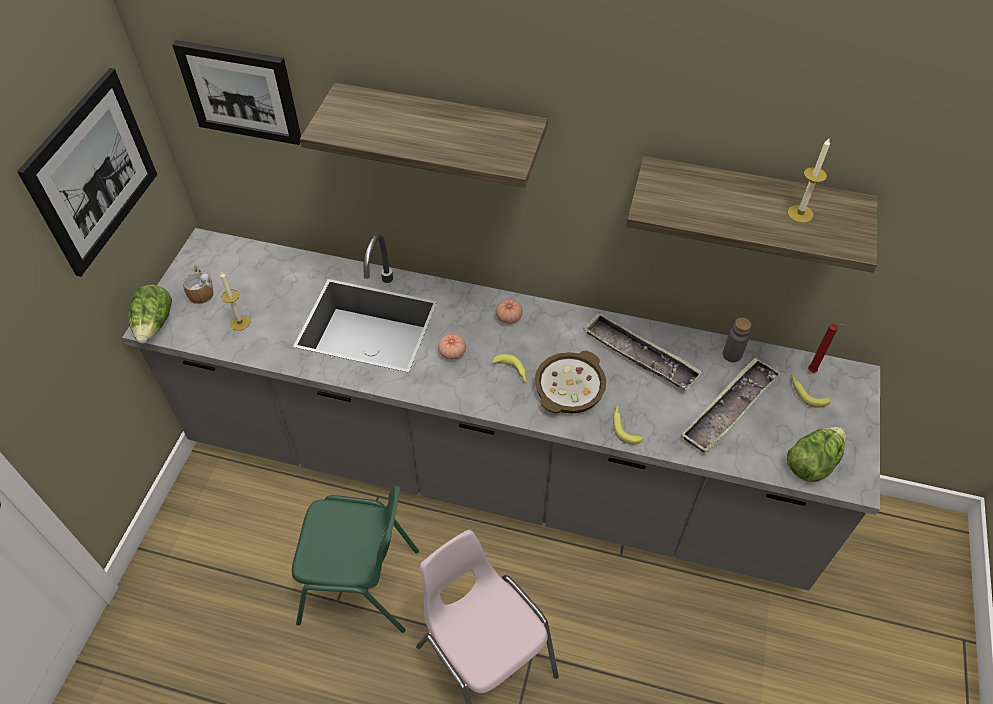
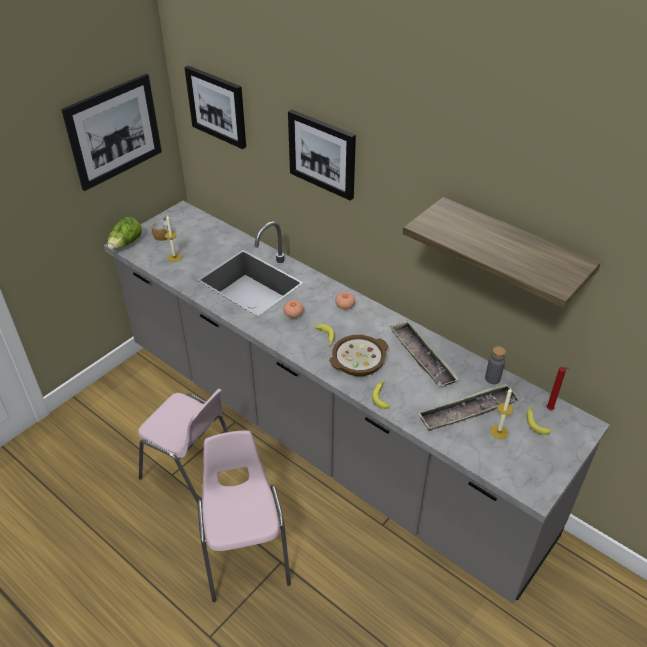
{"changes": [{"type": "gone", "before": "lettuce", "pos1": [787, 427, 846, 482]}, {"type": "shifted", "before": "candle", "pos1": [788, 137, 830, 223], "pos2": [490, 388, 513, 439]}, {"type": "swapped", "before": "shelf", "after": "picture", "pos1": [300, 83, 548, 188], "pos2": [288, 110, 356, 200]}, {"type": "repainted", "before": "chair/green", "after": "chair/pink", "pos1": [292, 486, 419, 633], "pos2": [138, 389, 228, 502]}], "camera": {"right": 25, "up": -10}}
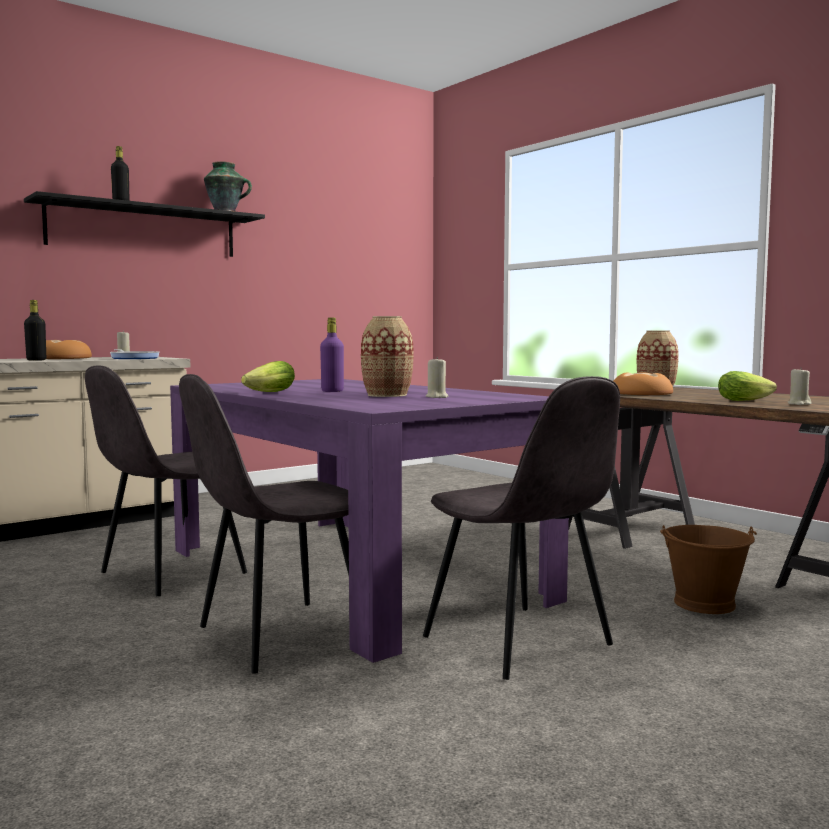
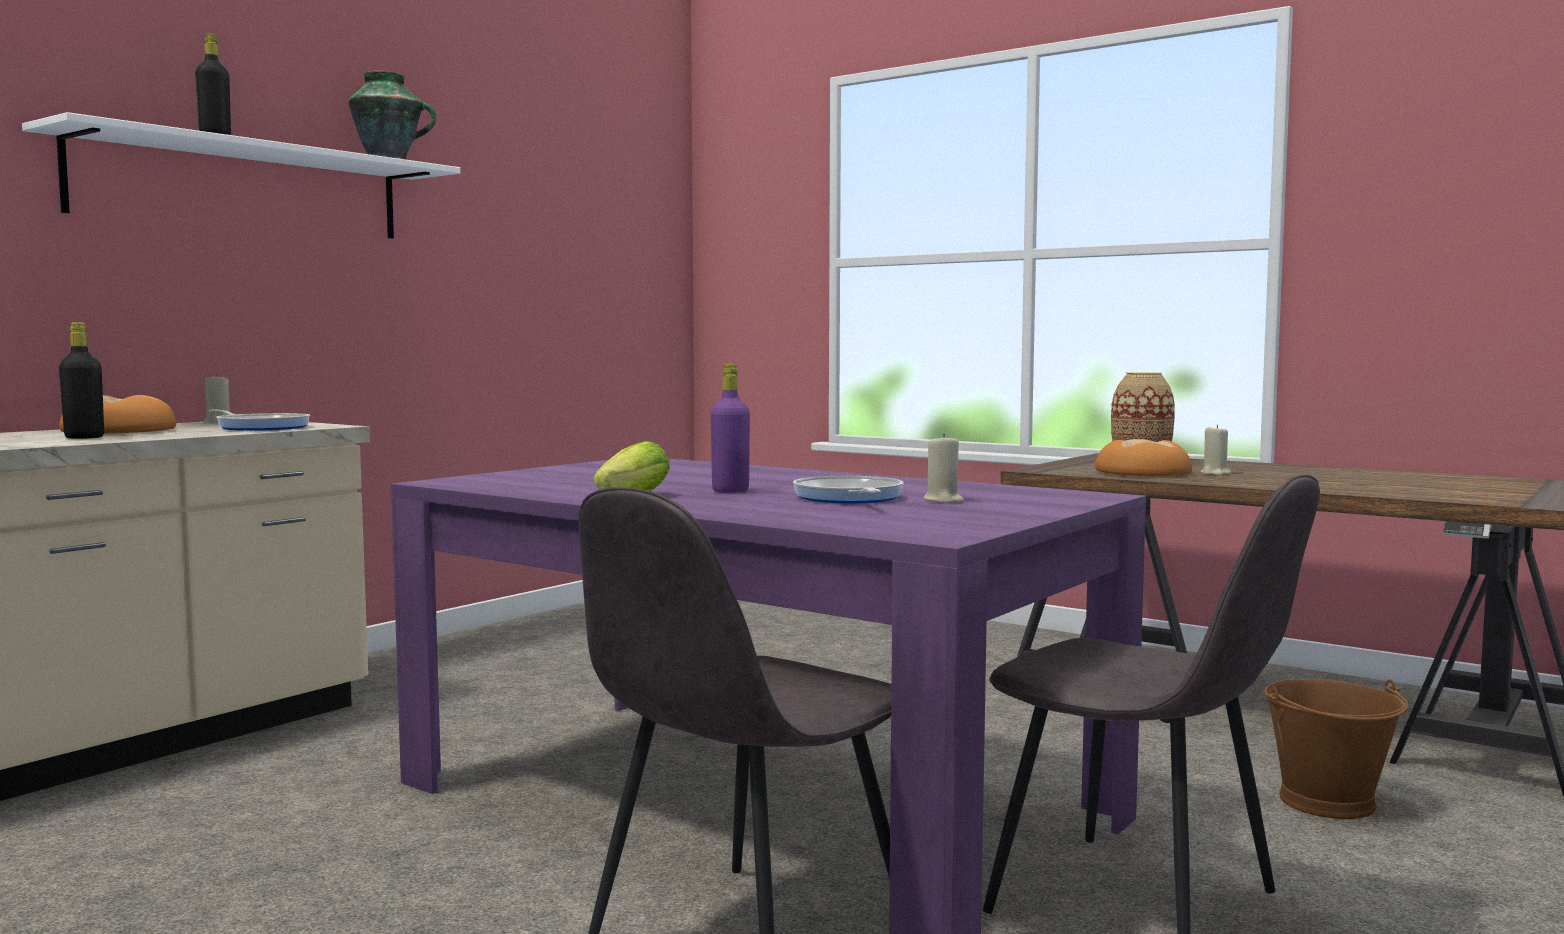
{"changes": [{"type": "gone", "before": "chair/grey", "pos1": [85, 366, 247, 596]}, {"type": "gone", "before": "lettuce", "pos1": [718, 371, 777, 401]}, {"type": "shifted", "before": "candle/beige", "pos1": [787, 368, 812, 405], "pos2": [1200, 425, 1231, 475]}, {"type": "swapped", "before": "vase", "after": "frying pan", "pos1": [361, 316, 414, 397], "pos2": [793, 476, 904, 504]}, {"type": "repainted", "before": "shelf/black", "after": "shelf/white", "pos1": [24, 191, 265, 257], "pos2": [22, 112, 460, 239]}], "camera": {"right": -15, "up": 0}}
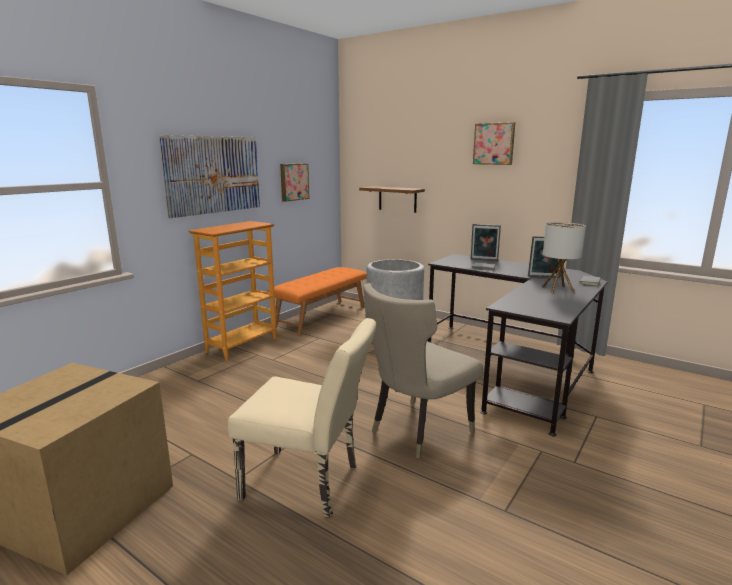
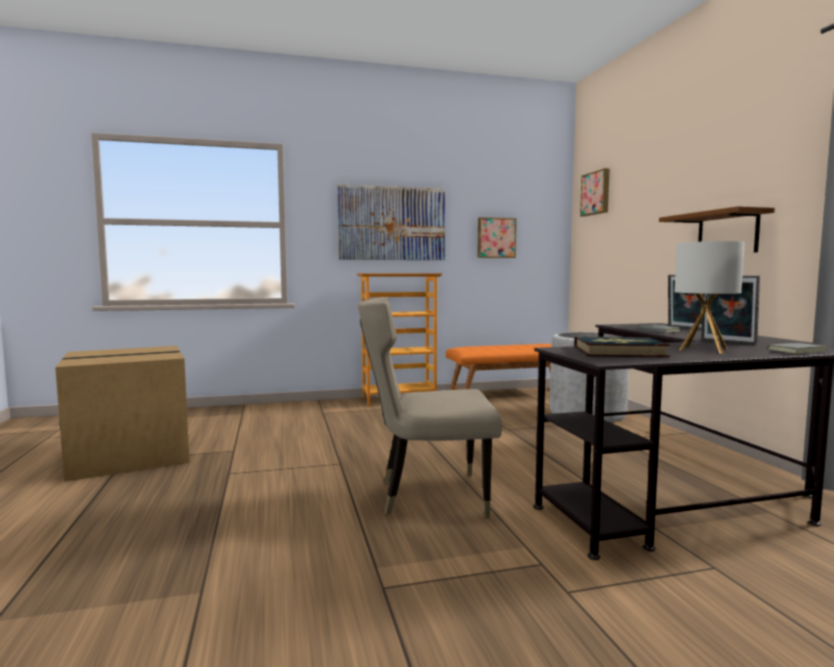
{"changes": [{"type": "gone", "before": "chair/beige", "pos1": [228, 318, 376, 518]}, {"type": "new", "after": "book", "pos2": [574, 336, 671, 357]}, {"type": "shifted", "before": "shelf/brown", "pos1": [359, 186, 425, 213], "pos2": [659, 206, 775, 252]}, {"type": "shifted", "before": "picture", "pos1": [473, 122, 515, 165], "pos2": [580, 168, 610, 216]}], "camera": {"right": 40, "up": -10}}
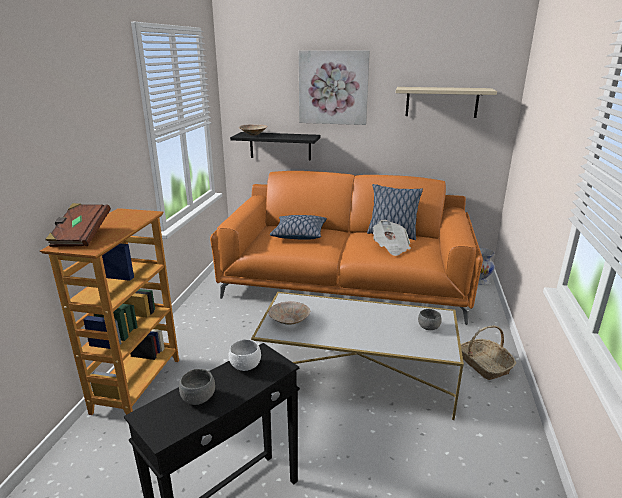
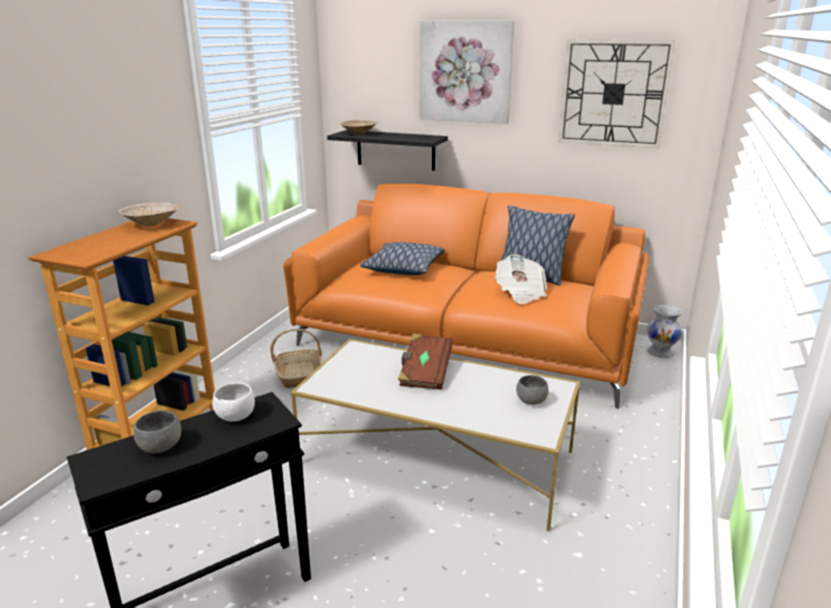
{"changes": [{"type": "shifted", "before": "book/brown", "pos1": [45, 203, 111, 247], "pos2": [398, 334, 453, 390]}, {"type": "shifted", "before": "bowl/beige", "pos1": [268, 301, 310, 325], "pos2": [118, 203, 179, 226]}, {"type": "shifted", "before": "basket", "pos1": [461, 326, 516, 380], "pos2": [270, 329, 322, 388]}, {"type": "swapped", "before": "shelf/beige", "after": "wall clock", "pos1": [396, 87, 497, 118], "pos2": [559, 39, 675, 149]}], "camera": {"right": 10, "up": 0}}
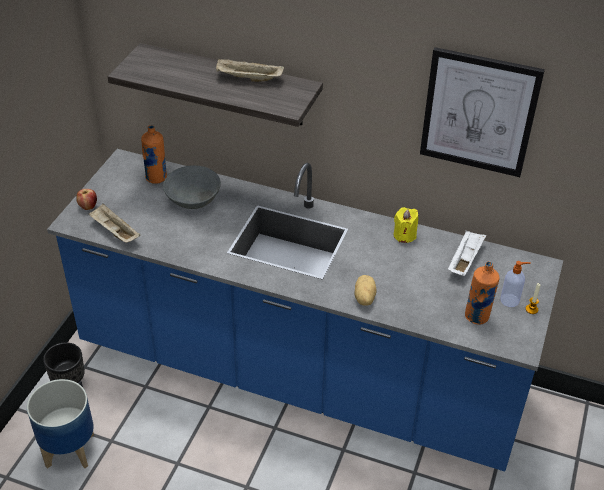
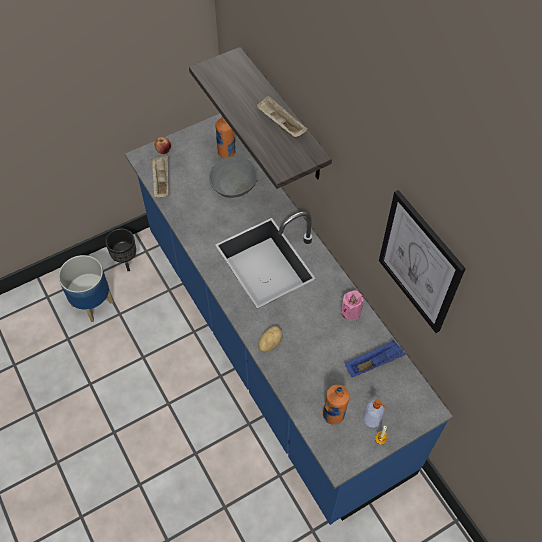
{"changes": [{"type": "repainted", "before": "candle/yellow", "after": "candle/pink", "pos1": [394, 207, 418, 243], "pos2": [341, 290, 364, 320]}, {"type": "repainted", "before": "tray/white", "after": "tray/blue", "pos1": [448, 231, 486, 276], "pos2": [345, 340, 406, 377]}], "camera": {"right": 40, "up": 15}}
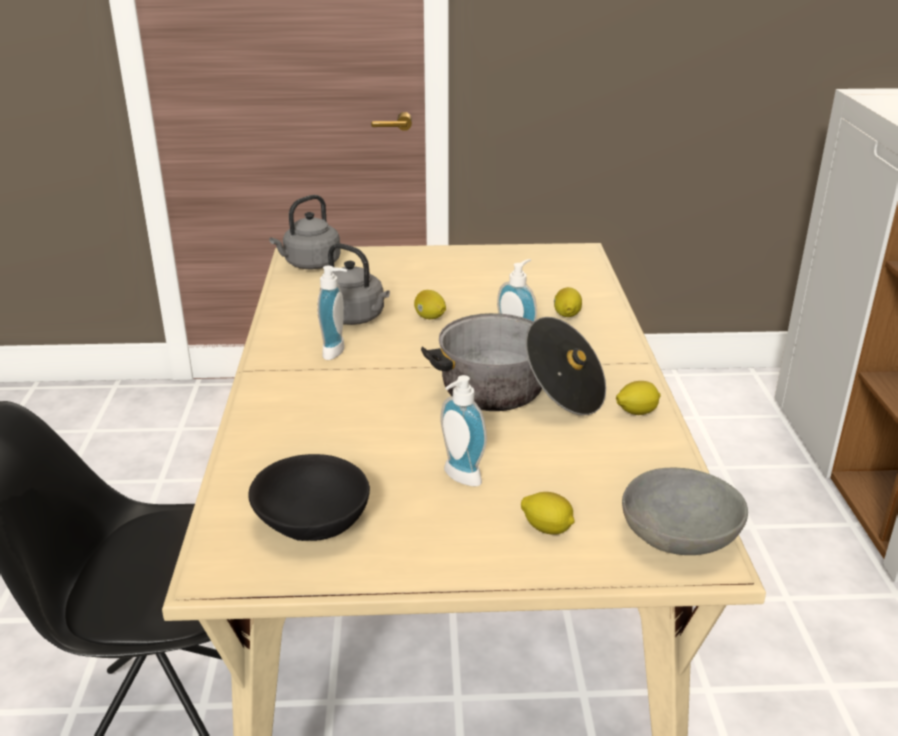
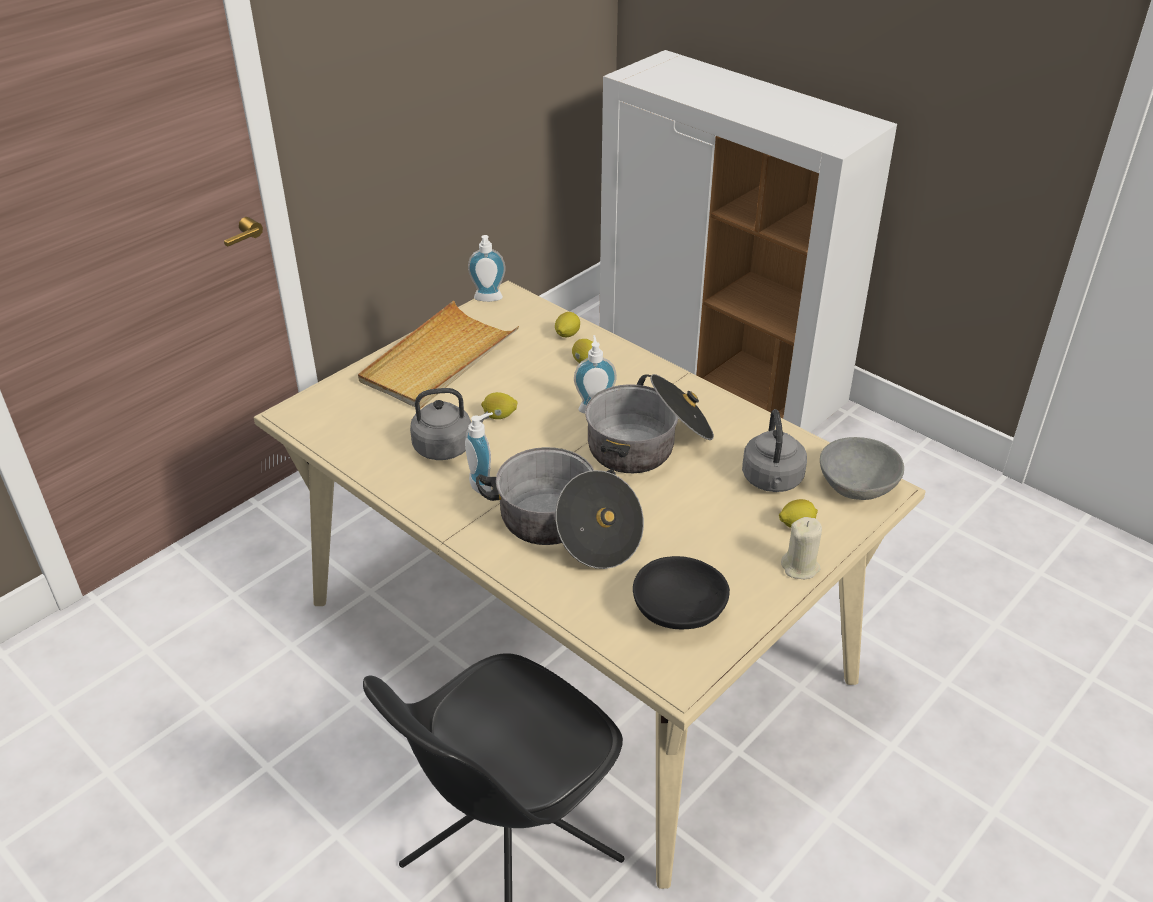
{"changes": [{"type": "new", "after": "tray/beige", "pos2": [358, 301, 519, 409]}, {"type": "new", "after": "cooking pot", "pos2": [476, 447, 644, 569]}, {"type": "new", "after": "candle/beige", "pos2": [781, 517, 822, 579]}, {"type": "shifted", "before": "kettle/grey", "pos1": [269, 195, 341, 269], "pos2": [742, 409, 807, 492]}, {"type": "shifted", "before": "soap dispenser", "pos1": [441, 375, 487, 486], "pos2": [468, 235, 506, 302]}, {"type": "shifted", "before": "lemon", "pos1": [616, 381, 661, 415], "pos2": [555, 312, 580, 337]}], "camera": {"right": -45, "up": 10}}
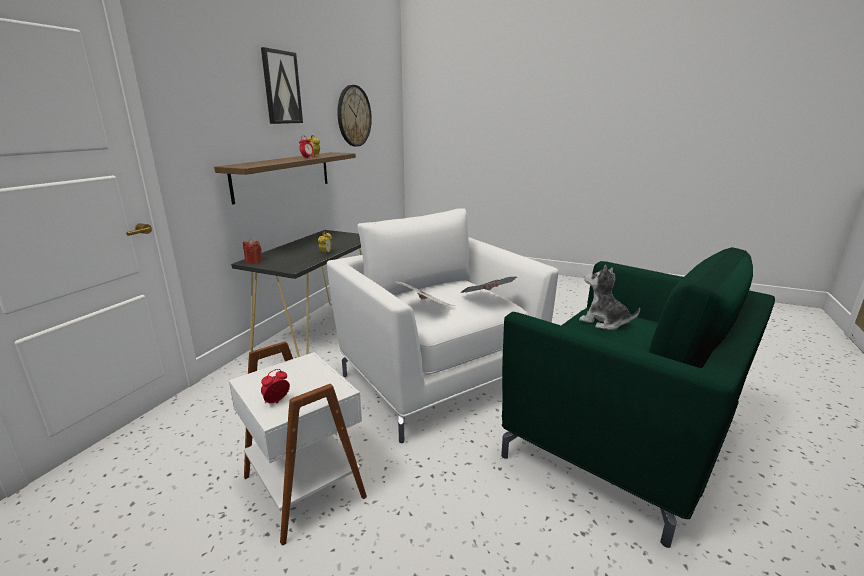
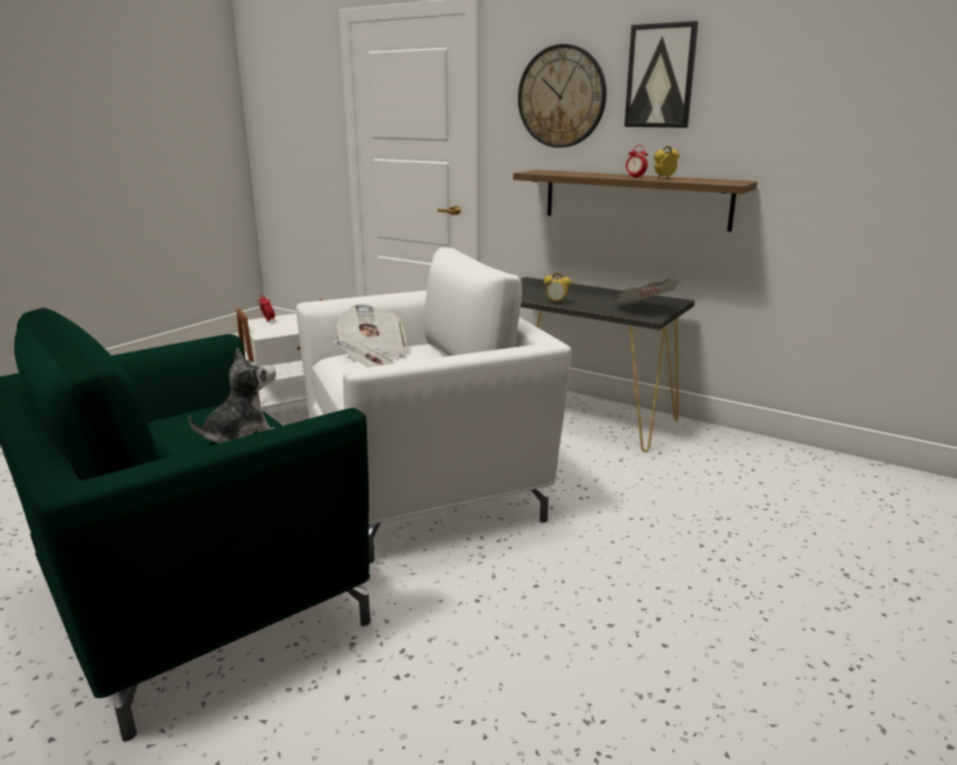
{"changes": [{"type": "gone", "before": "candle/red", "pos1": [243, 239, 262, 264]}, {"type": "new", "after": "newspaper", "pos2": [612, 279, 680, 302]}, {"type": "shifted", "before": "wall clock", "pos1": [337, 85, 372, 147], "pos2": [518, 44, 607, 148]}], "camera": {"right": 100, "up": 0}}
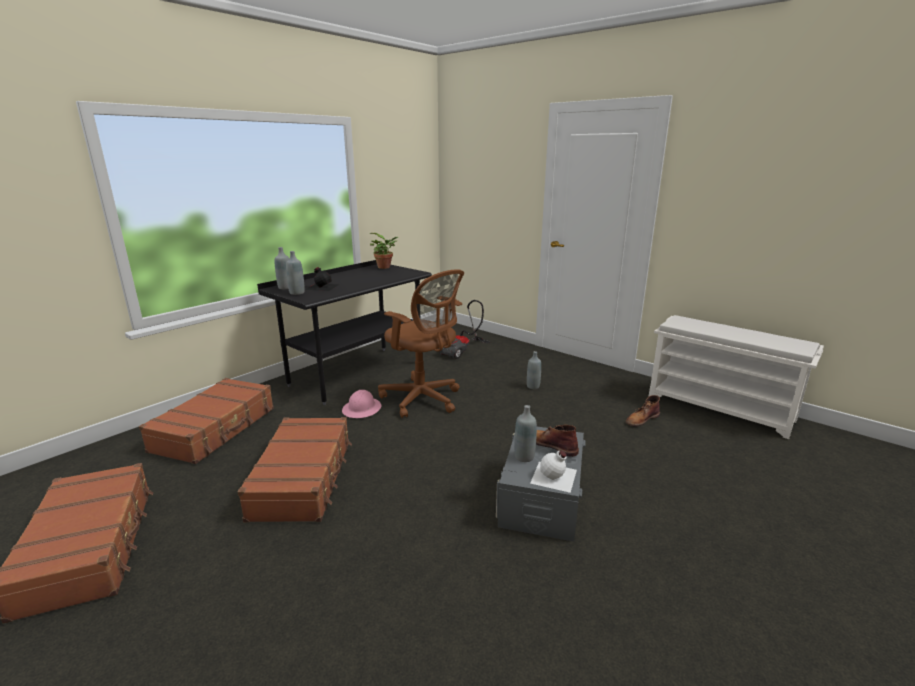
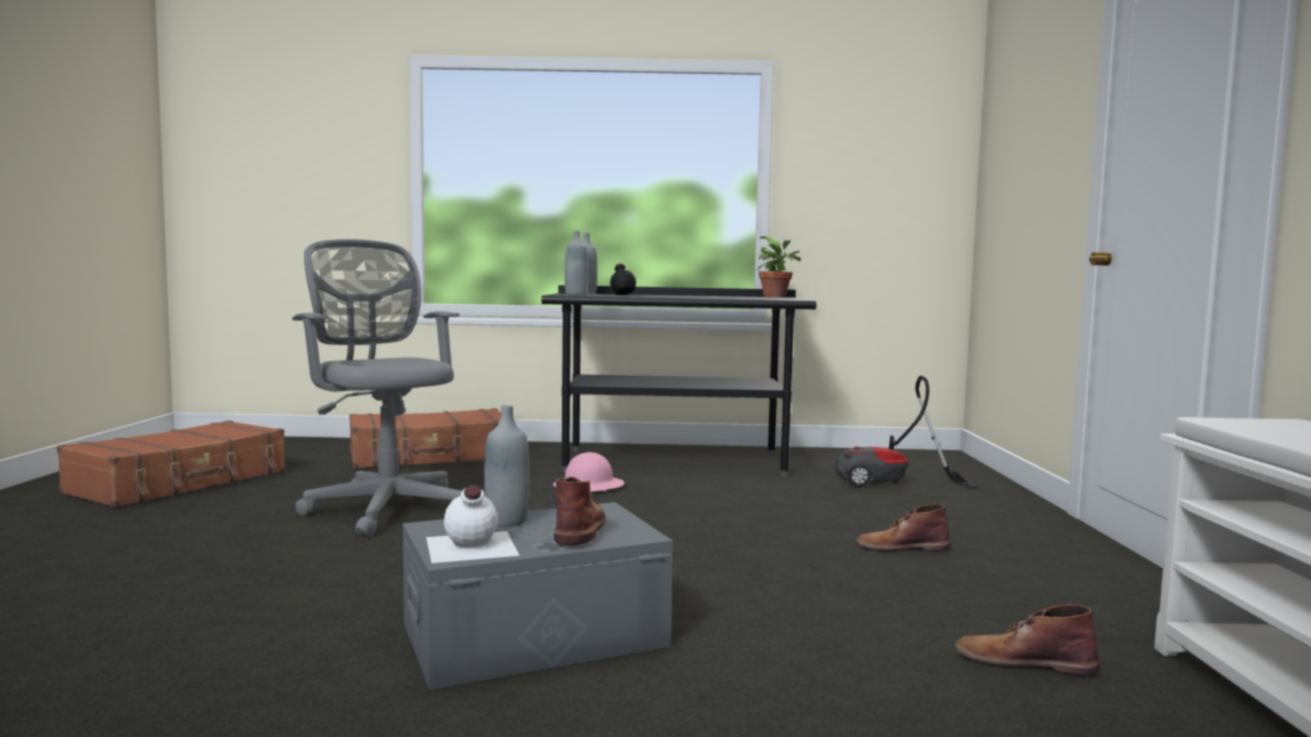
{"changes": [{"type": "gone", "before": "office chair/brown", "pos1": [378, 269, 464, 418]}, {"type": "swapped", "before": "suitcase/brown", "after": "office chair/grey", "pos1": [237, 417, 352, 522], "pos2": [292, 239, 462, 536]}, {"type": "swapped", "before": "bottle/grey", "after": "boot/brown", "pos1": [527, 351, 541, 389], "pos2": [856, 504, 950, 552]}], "camera": {"right": 50, "up": -15}}
